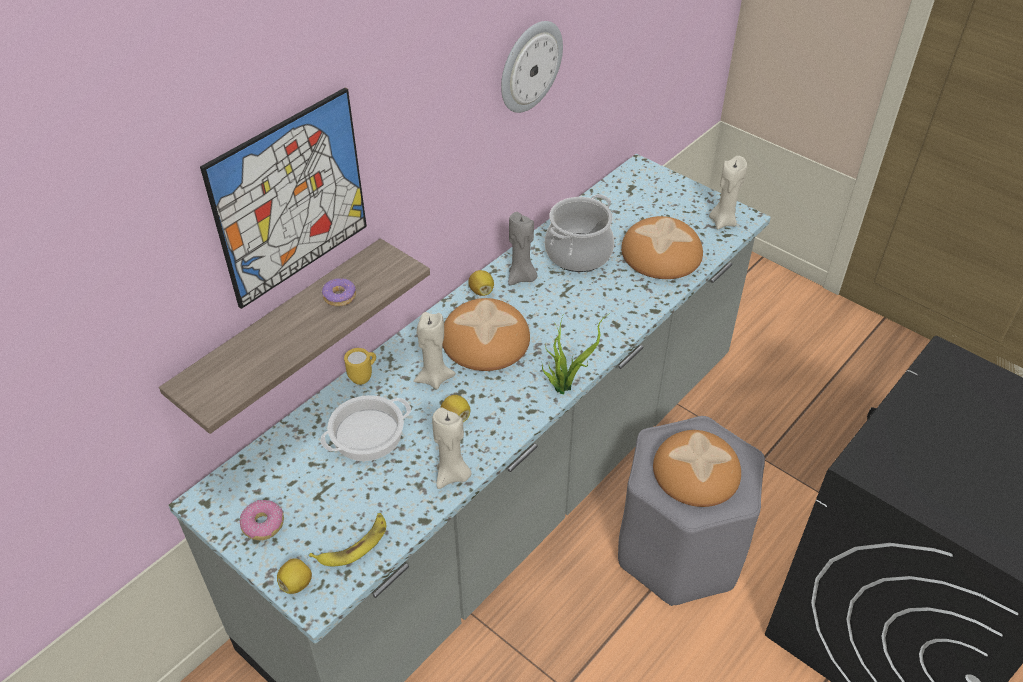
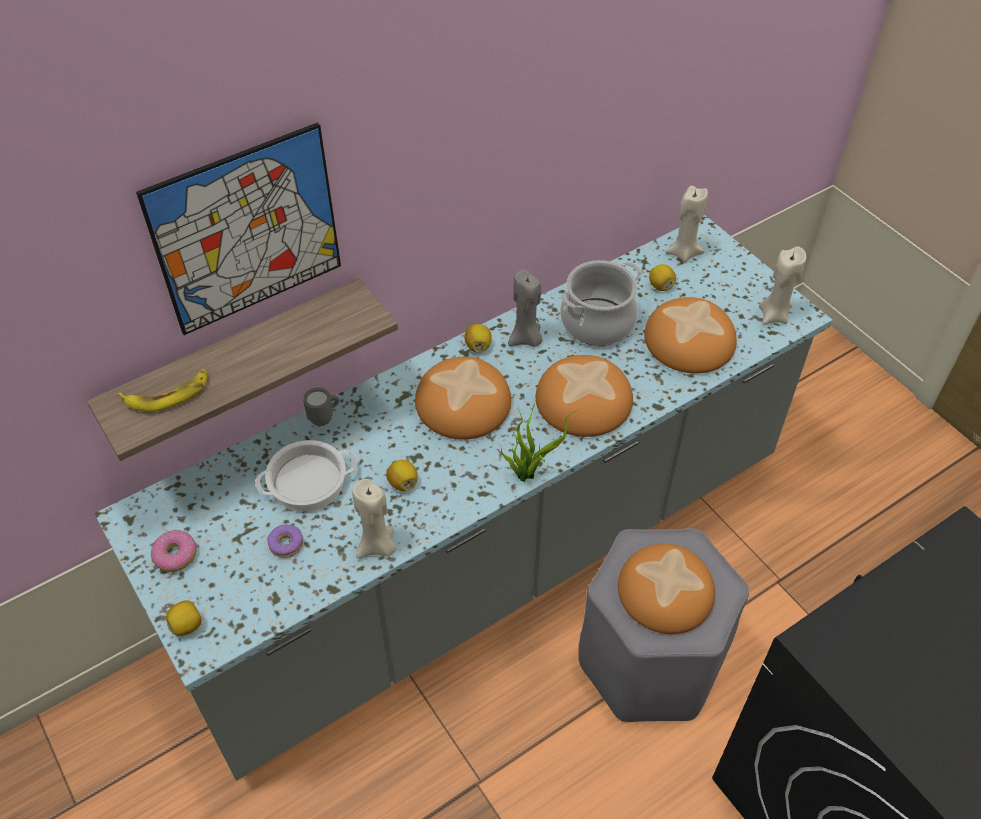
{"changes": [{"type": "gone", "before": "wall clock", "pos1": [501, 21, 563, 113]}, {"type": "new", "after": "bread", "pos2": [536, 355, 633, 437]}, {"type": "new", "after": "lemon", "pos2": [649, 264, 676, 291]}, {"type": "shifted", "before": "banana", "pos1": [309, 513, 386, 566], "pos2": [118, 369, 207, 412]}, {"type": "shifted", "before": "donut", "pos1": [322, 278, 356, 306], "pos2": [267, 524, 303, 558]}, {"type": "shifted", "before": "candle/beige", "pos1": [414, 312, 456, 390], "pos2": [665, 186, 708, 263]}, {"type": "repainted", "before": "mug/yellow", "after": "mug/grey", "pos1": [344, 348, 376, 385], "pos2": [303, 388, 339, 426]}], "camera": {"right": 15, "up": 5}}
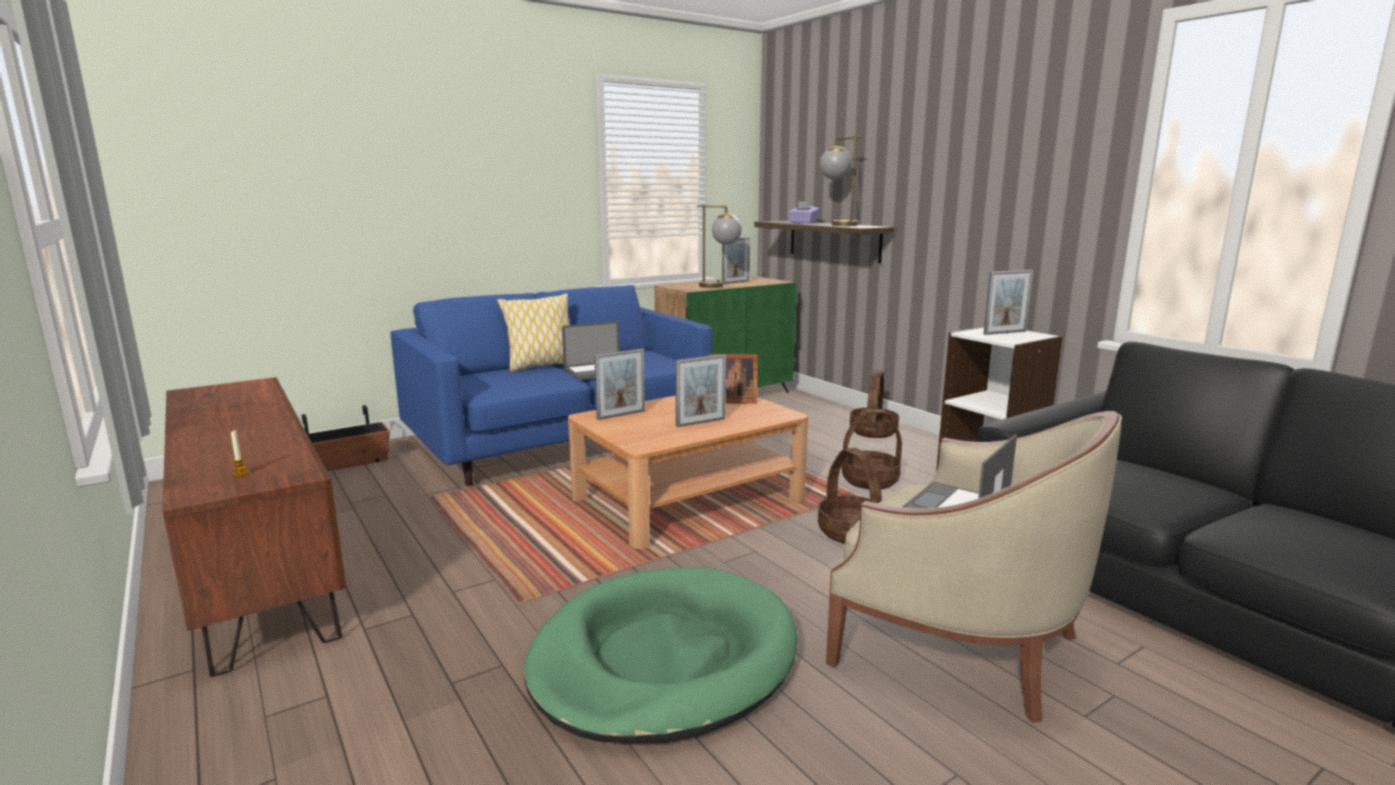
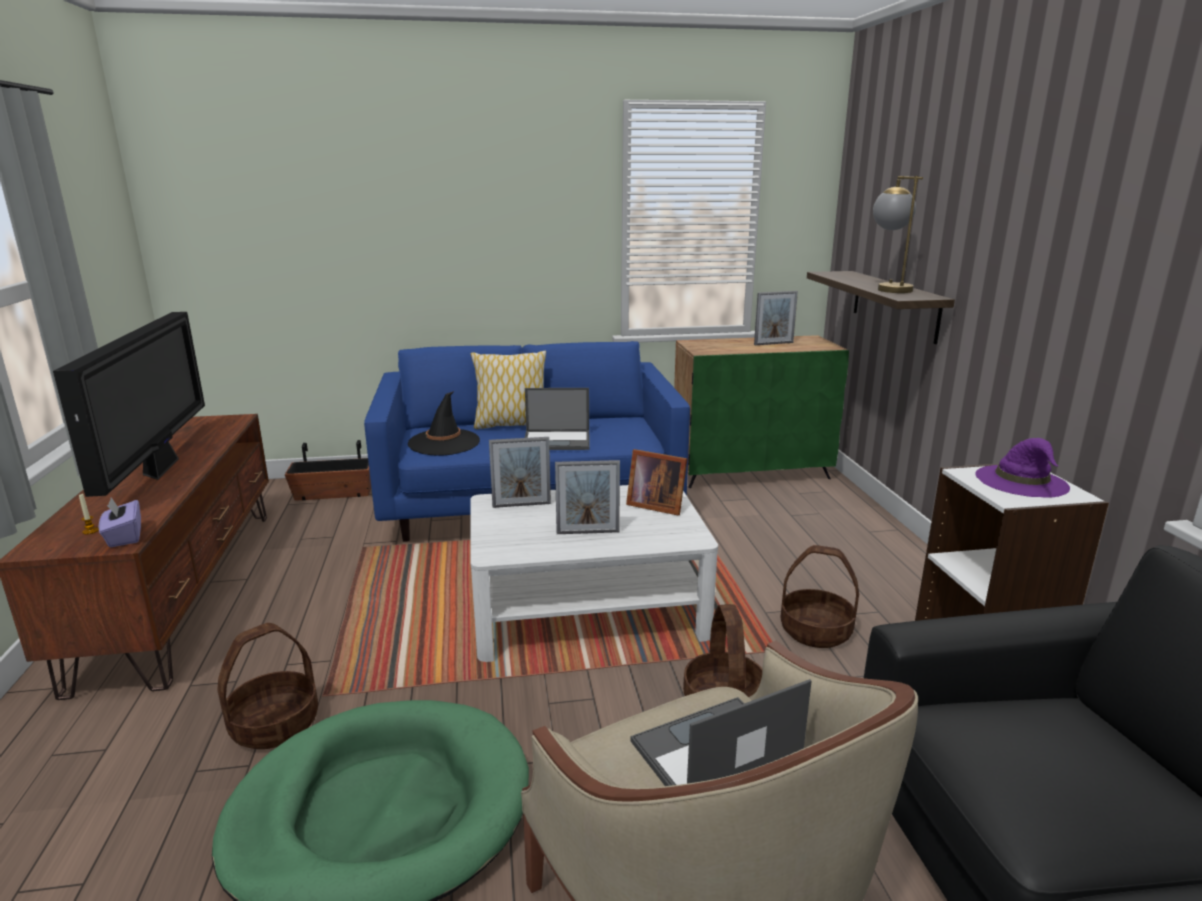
{"changes": [{"type": "gone", "before": "table lamp", "pos1": [697, 205, 742, 288]}, {"type": "new", "after": "television", "pos2": [53, 312, 205, 497]}, {"type": "new", "after": "hat/black", "pos2": [408, 391, 480, 456]}, {"type": "shifted", "before": "tissue box/purple", "pos1": [788, 201, 819, 224], "pos2": [99, 497, 141, 547]}, {"type": "shifted", "before": "basket", "pos1": [850, 371, 899, 438], "pos2": [217, 623, 318, 749]}, {"type": "swapped", "before": "picture frame", "after": "hat/purple", "pos1": [983, 270, 1033, 335], "pos2": [975, 438, 1070, 498]}, {"type": "repainted", "before": "coffee table/brown", "after": "coffee table/white", "pos1": [568, 396, 808, 549], "pos2": [470, 485, 718, 662]}], "camera": {"right": 25, "up": 5}}
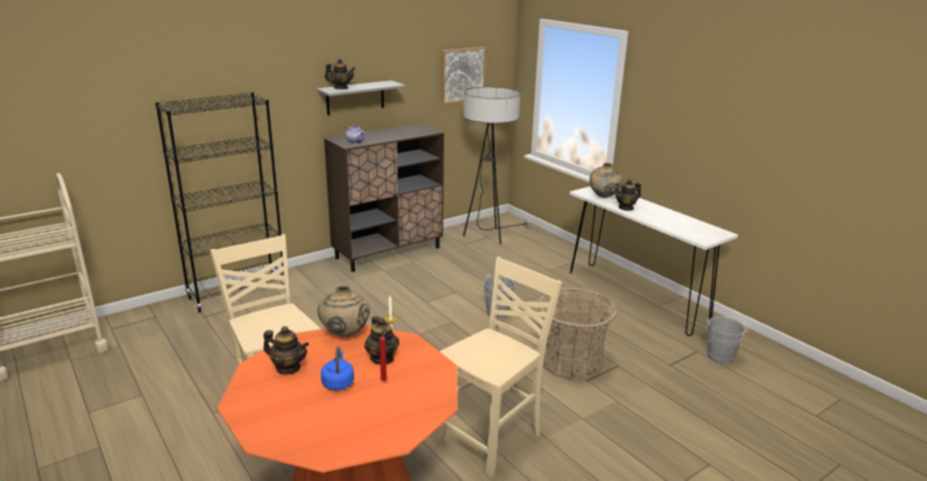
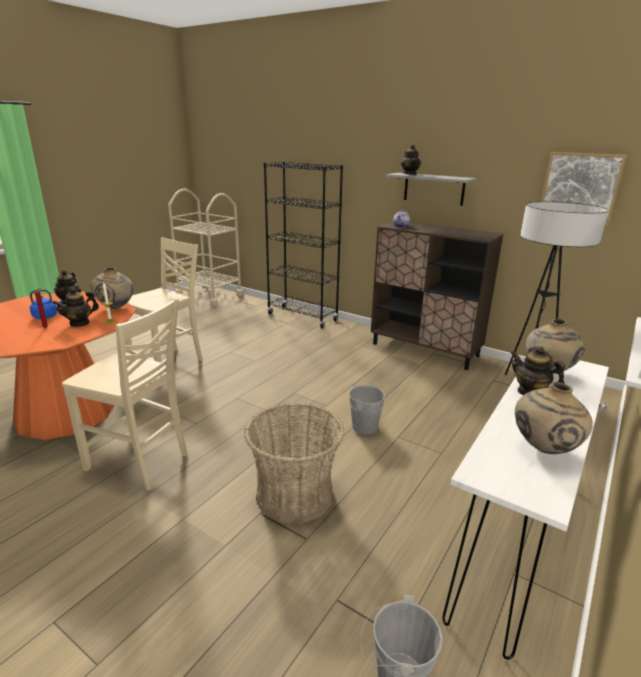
{"changes": [{"type": "new", "after": "vase/beige", "pos2": [515, 382, 593, 454]}], "camera": {"right": 70, "up": 0}}
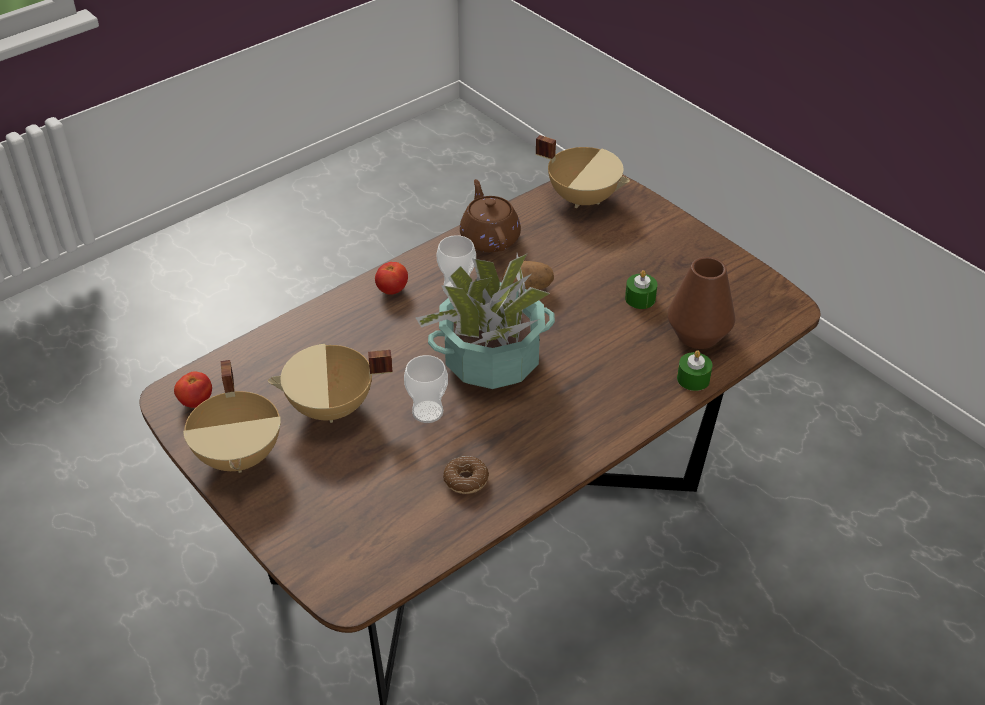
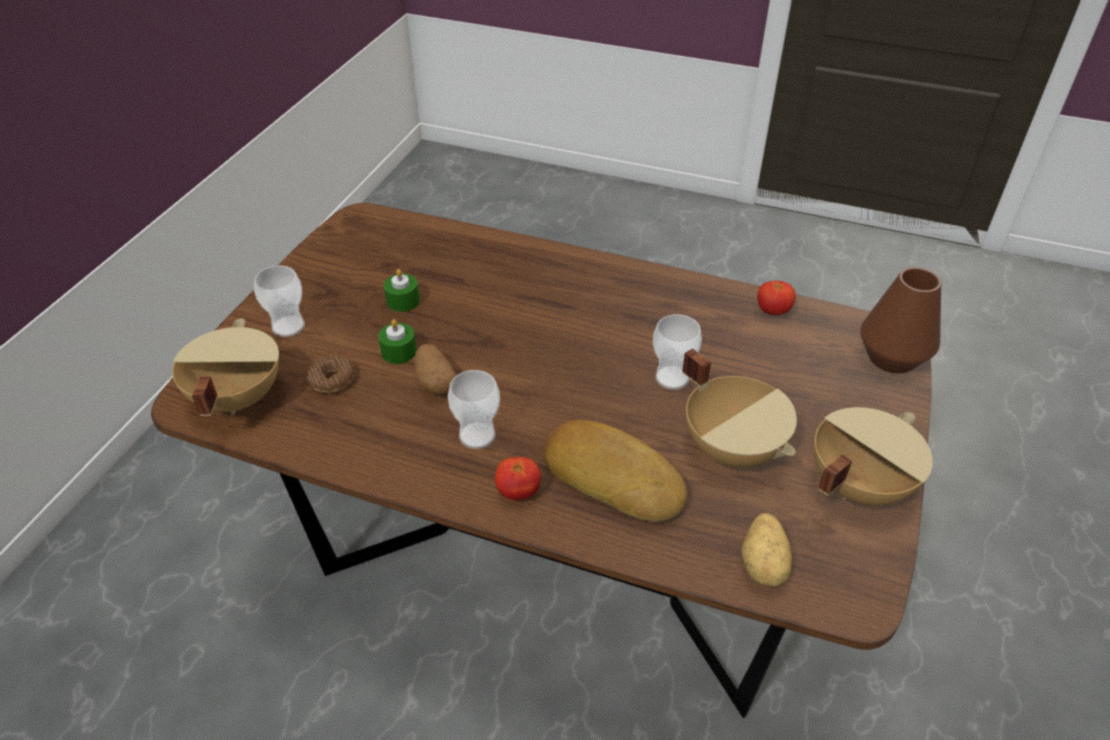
{"changes": [{"type": "gone", "before": "potted plant", "pos1": [416, 253, 555, 389]}, {"type": "gone", "before": "teapot/brown", "pos1": [460, 179, 521, 252]}, {"type": "new", "after": "cup", "pos2": [254, 265, 305, 337]}, {"type": "new", "after": "bread", "pos2": [543, 420, 687, 522]}, {"type": "new", "after": "potato", "pos2": [741, 513, 792, 587]}, {"type": "shifted", "before": "tomato", "pos1": [174, 371, 212, 408], "pos2": [757, 281, 796, 315]}, {"type": "shifted", "before": "donut", "pos1": [443, 456, 489, 494], "pos2": [307, 356, 354, 393]}, {"type": "shifted", "before": "vase/brown", "pos1": [667, 257, 735, 349], "pos2": [860, 267, 941, 373]}, {"type": "shifted", "before": "candle/green", "pos1": [677, 350, 712, 391], "pos2": [378, 319, 417, 364]}], "camera": {"right": -120, "up": 0}}
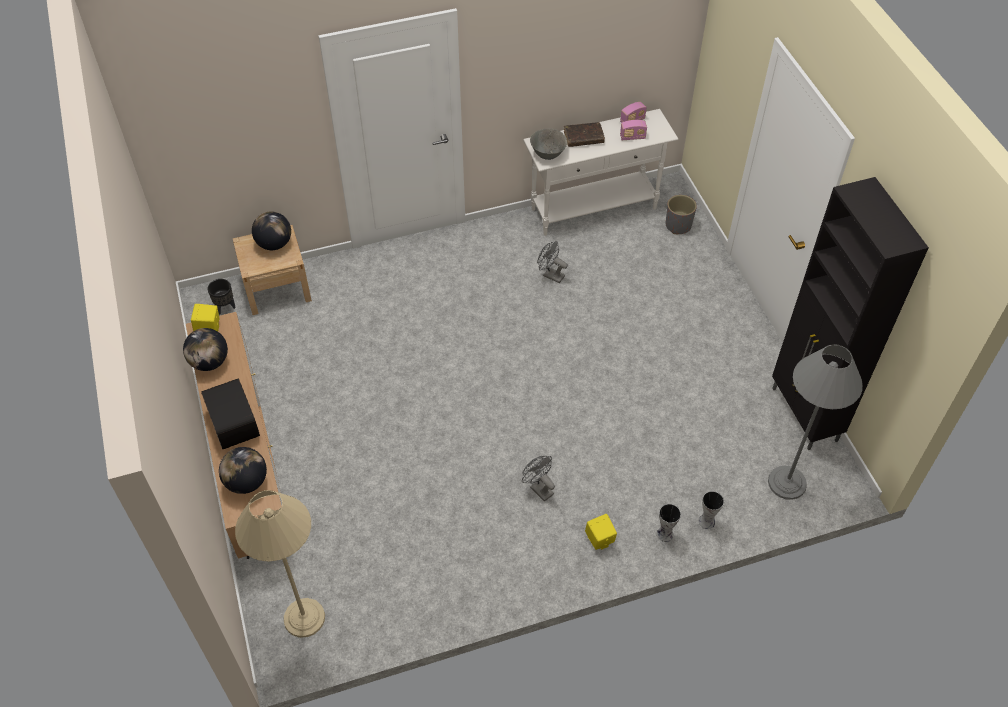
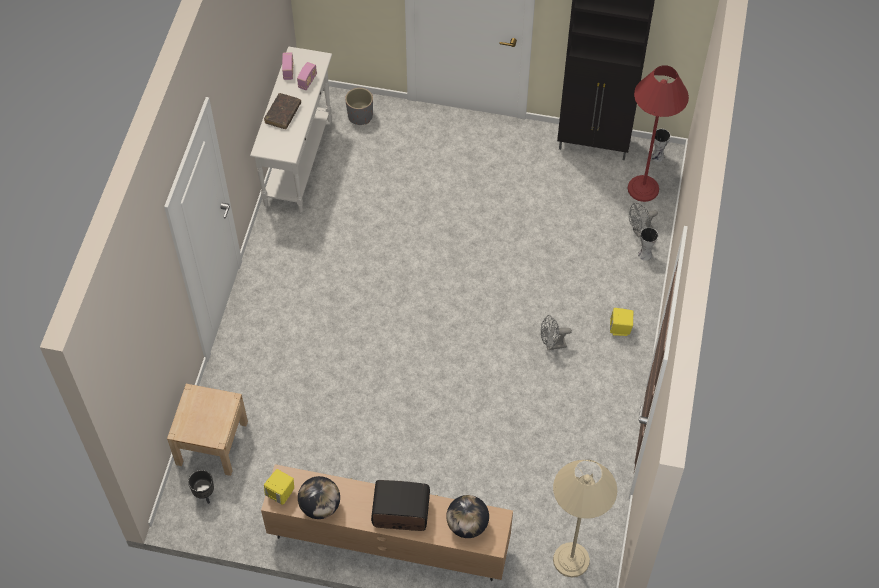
{"changes": [{"type": "gone", "before": "globe", "pos1": [252, 211, 291, 250]}, {"type": "gone", "before": "bowl/grey", "pos1": [530, 128, 567, 160]}, {"type": "shifted", "before": "fan/grey", "pos1": [537, 241, 568, 283], "pos2": [629, 203, 658, 237]}, {"type": "shifted", "before": "vase", "pos1": [657, 504, 681, 542], "pos2": [651, 129, 671, 162]}, {"type": "repainted", "before": "floor lamp/grey", "after": "floor lamp/red", "pos1": [768, 344, 863, 500], "pos2": [628, 65, 689, 202]}], "camera": {"right": -60, "up": 5}}
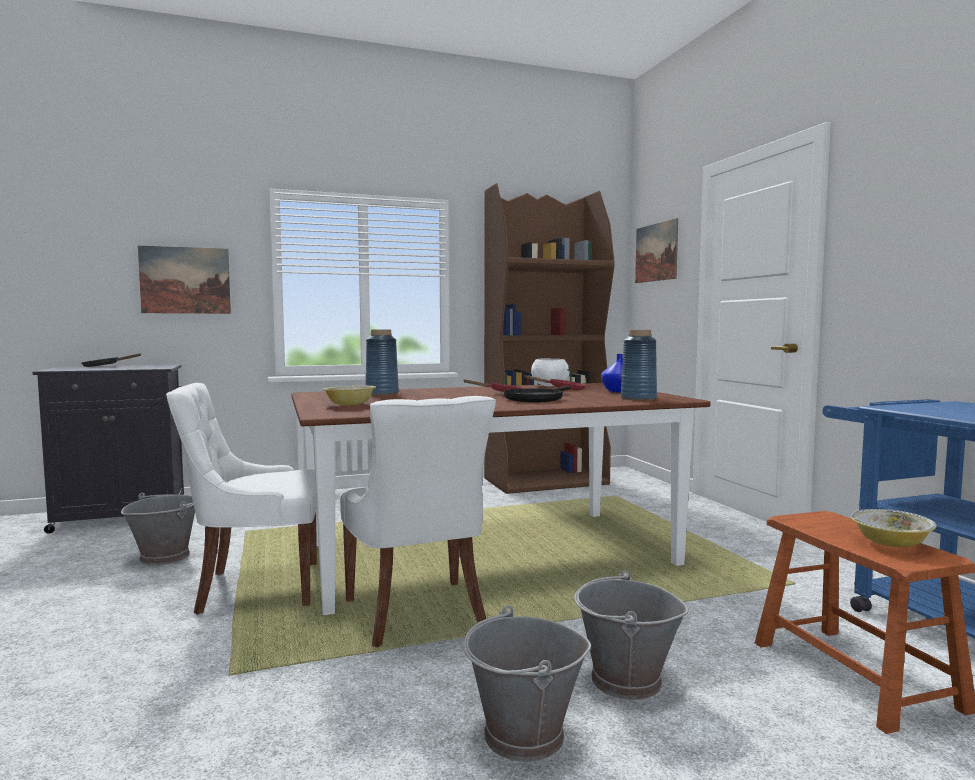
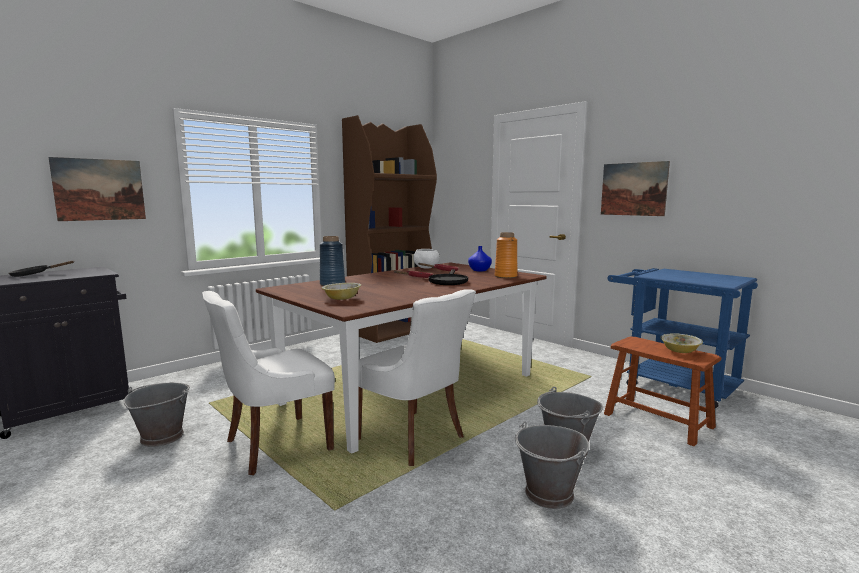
{"changes": [{"type": "shifted", "before": "picture", "pos1": [635, 218, 678, 283], "pos2": [601, 161, 670, 216]}, {"type": "repainted", "before": "vase/blue", "after": "vase/orange", "pos1": [621, 330, 657, 400], "pos2": [495, 232, 517, 278]}], "camera": {"right": -25, "up": 5}}
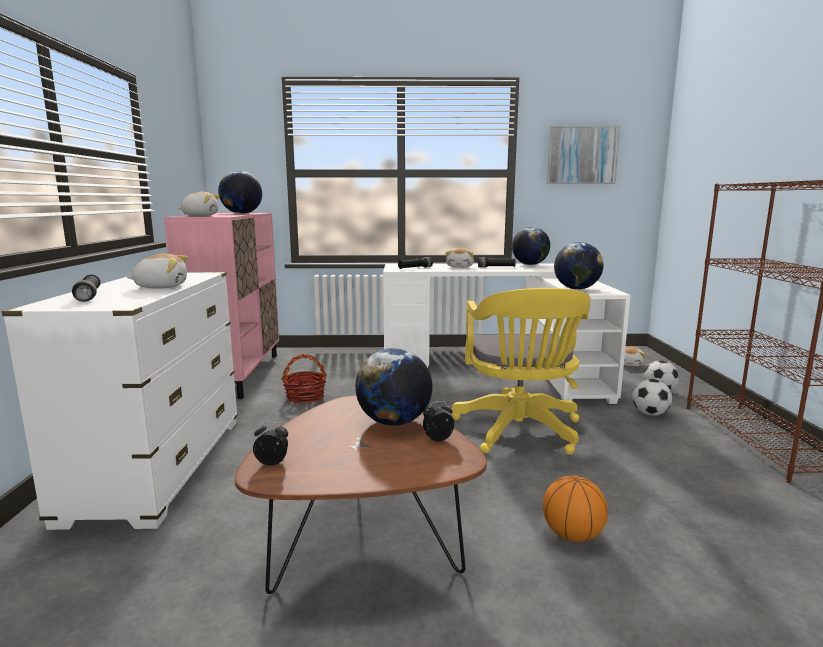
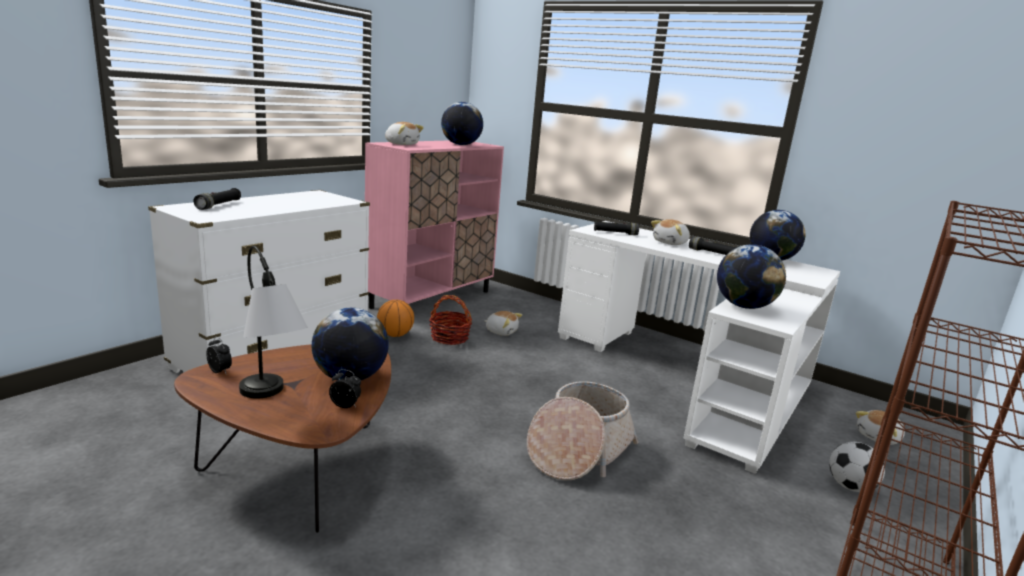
{"changes": [{"type": "gone", "before": "picture", "pos1": [547, 126, 620, 184]}, {"type": "gone", "before": "football", "pos1": [632, 379, 672, 416]}, {"type": "new", "after": "table lamp", "pos2": [239, 246, 307, 399]}, {"type": "shifted", "before": "plush toy", "pos1": [127, 254, 188, 289], "pos2": [484, 311, 522, 336]}, {"type": "shifted", "before": "basketball", "pos1": [543, 475, 608, 542], "pos2": [377, 300, 414, 337]}, {"type": "swapped", "before": "office chair/yellow", "after": "basket", "pos1": [452, 288, 591, 455], "pos2": [527, 381, 639, 480]}], "camera": {"right": 35, "up": 5}}
